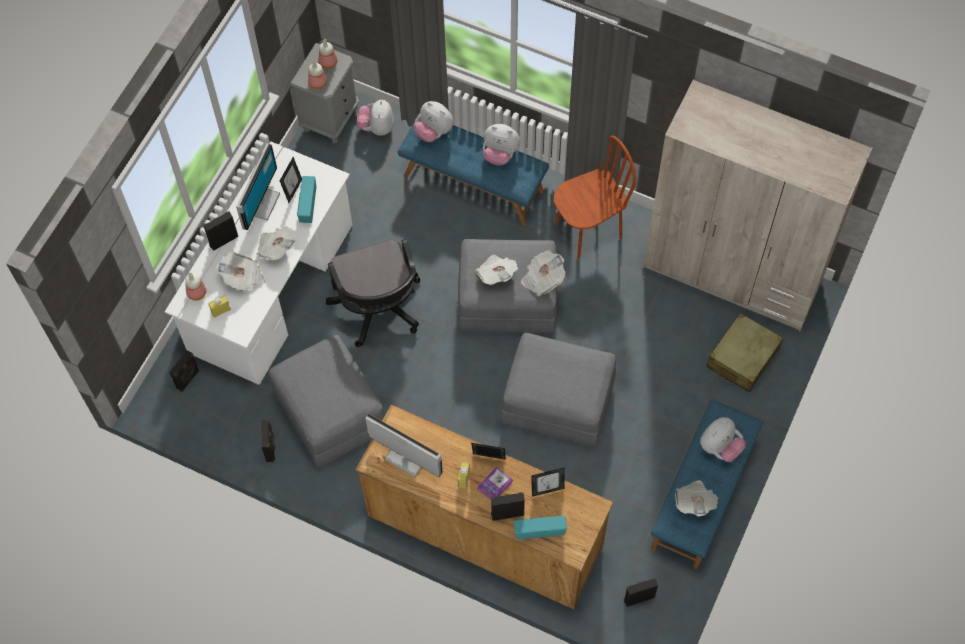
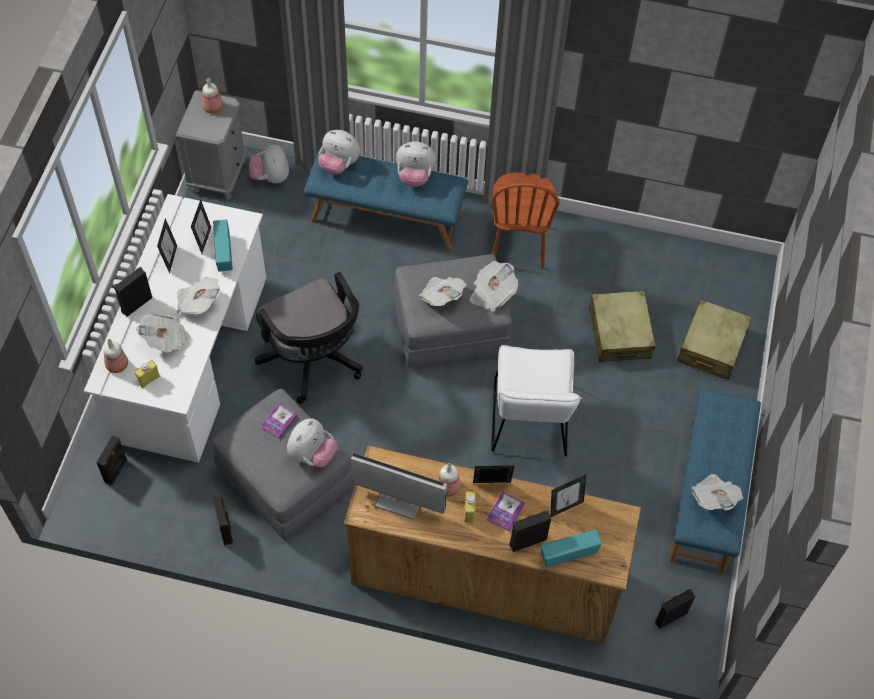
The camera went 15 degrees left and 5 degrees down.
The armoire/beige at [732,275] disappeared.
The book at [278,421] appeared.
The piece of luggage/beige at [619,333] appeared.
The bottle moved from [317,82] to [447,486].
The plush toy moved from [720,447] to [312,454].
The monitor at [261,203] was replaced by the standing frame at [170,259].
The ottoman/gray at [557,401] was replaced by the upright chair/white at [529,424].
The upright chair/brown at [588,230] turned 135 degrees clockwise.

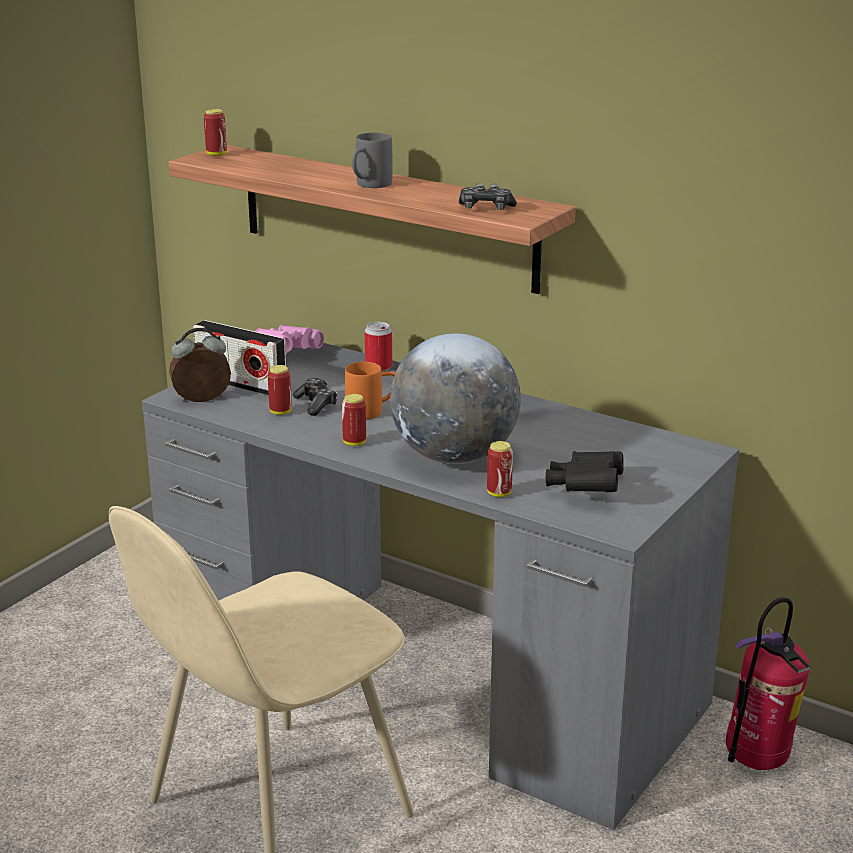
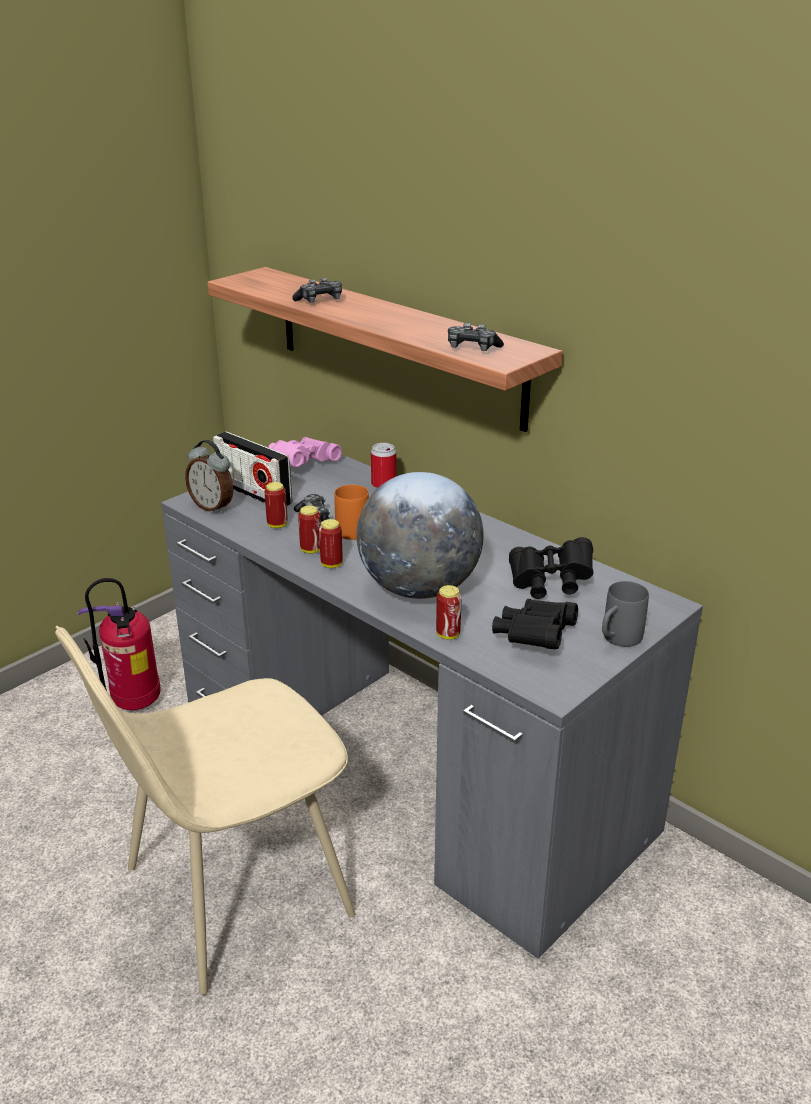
The camera went 10 degrees right and 5 degrees up.
The game controller at [320,301] appeared.
The field glasses/blackish at [550,583] appeared.
The sealed can moved from [216,154] to [311,550].
The coffee mug/gray moved from [369,185] to [617,640].
The fire-fighting cylinder moved from [757,762] to [134,704].
The alarm clock at [202,400] turned 135 degrees counterclockwise.

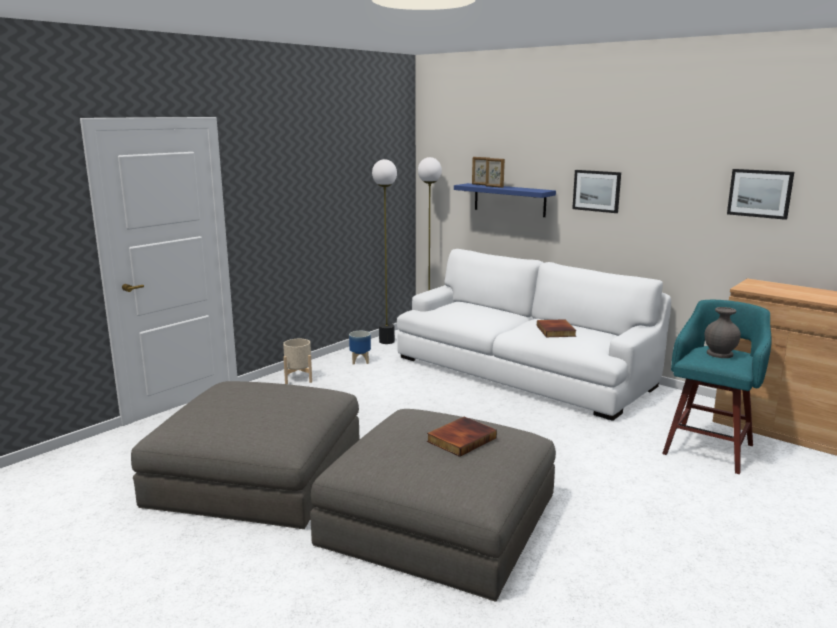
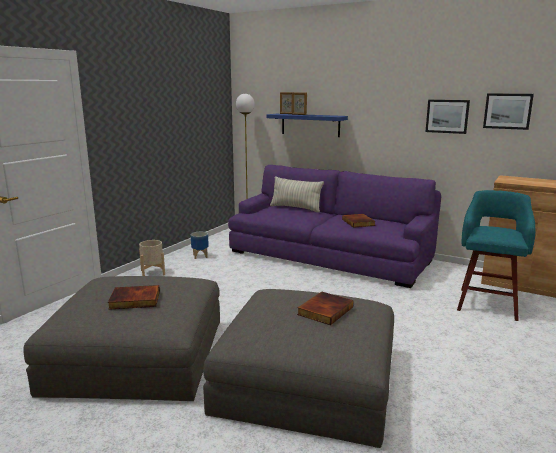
The camera went 10 degrees left and 0 degrees up.
The standard lamp at [386,341] disappeared.
The vase/gray at [720,354] disappeared.
The book at [134,300] appeared.
The throw pillow at [295,208] appeared.
The wall picture moved from [596,191] to [447,116].
The sofa/white at [522,372] became the sofa/purple at [329,256].

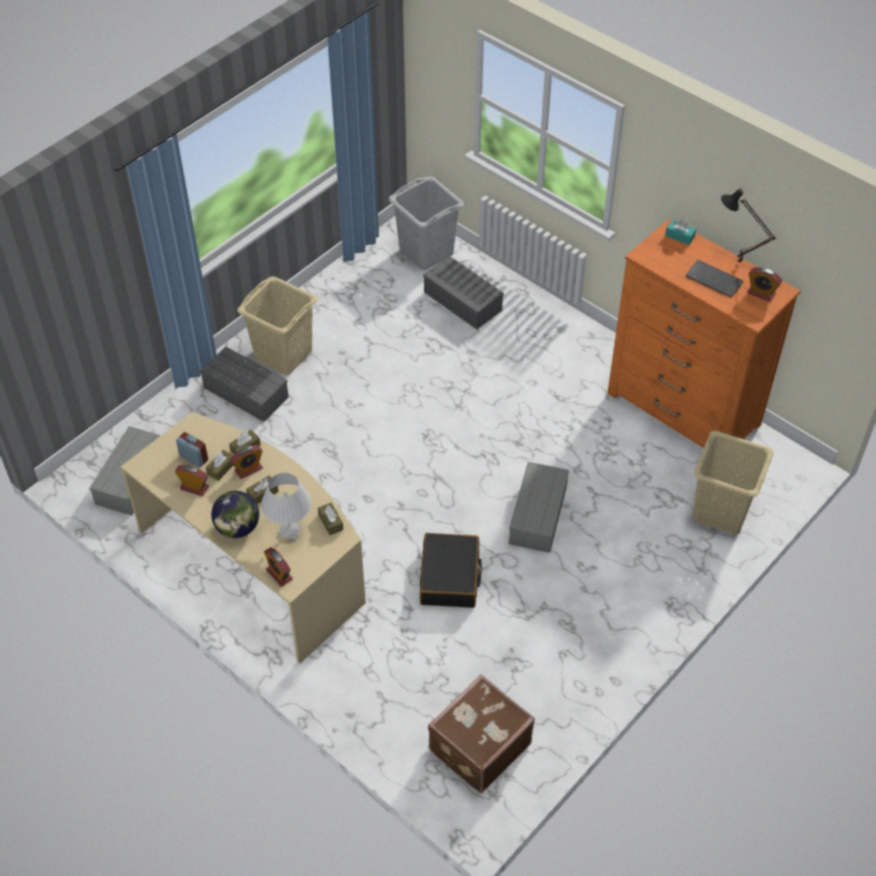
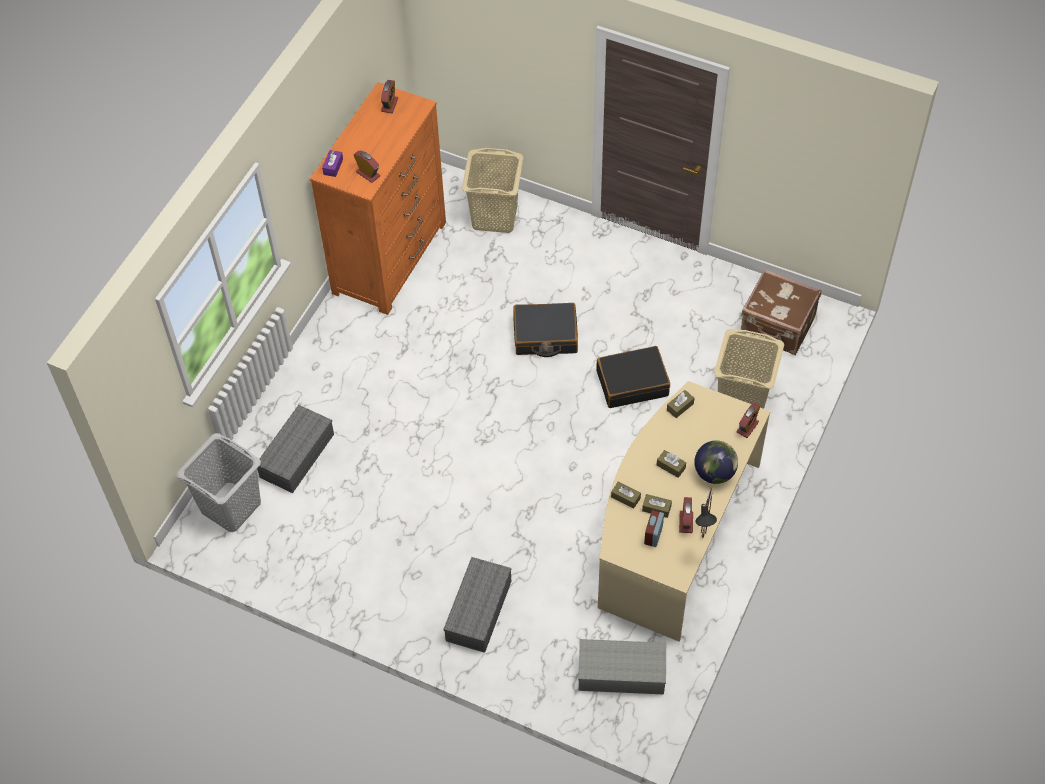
The camera went 105 degrees left and 5 degrees up.
The table lamp/white at [290,531] disappeared.
The keyboard at [715,279] disappeared.
The alarm clock moved from [248,469] to [368,174].
The laundry basket/beige moved from [283,354] to [741,400].
The table lamp/blackish moved from [738,264] to [704,537].
The storage box/gray at [538,516] was replaced by the piece of luggage/blackish at [545,336].
The tissue holder/turquoise-coloured at [679,236] became the tissue holder/purple at [333,167].

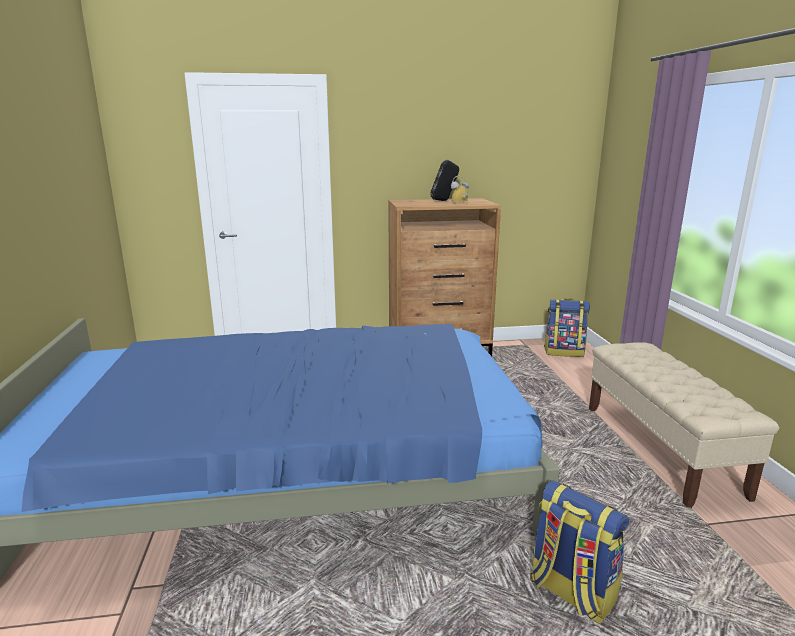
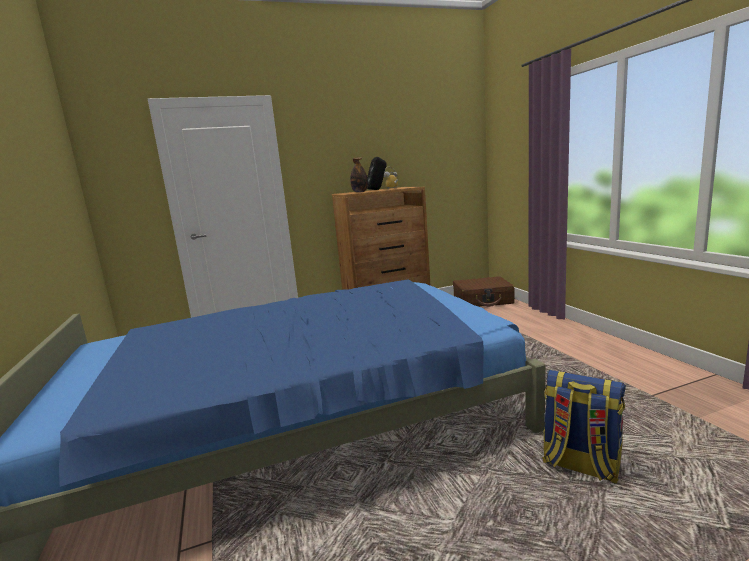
The camera went 10 degrees left and 5 degrees down.
The bench/beige at [660,449] disappeared.
The bottle at [360,192] appeared.
The backpack at [564,352] was replaced by the piece of luggage/brown at [483,300].

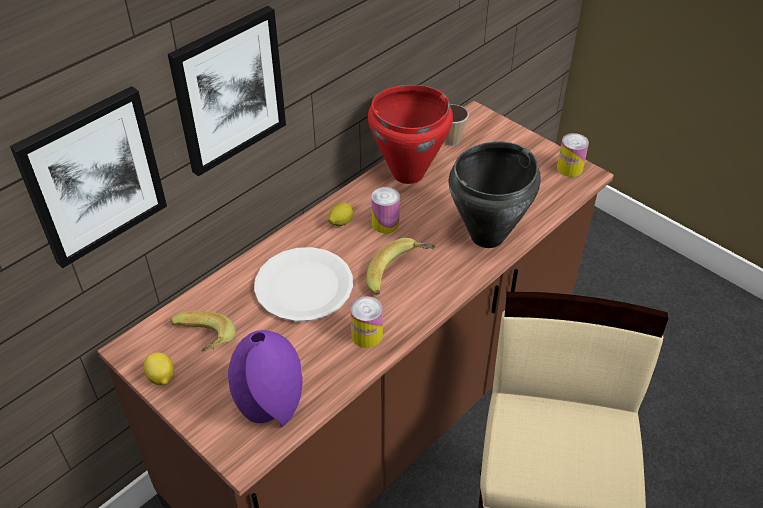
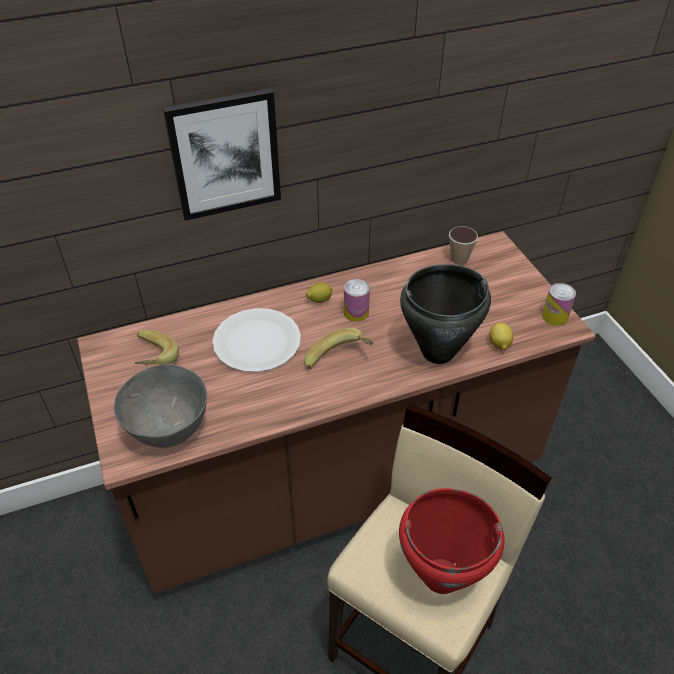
The camera went 25 degrees right and 0 degrees up.
The wall picture at [93,176] disappeared.
The sealed can at [367,335] disappeared.
The citrus fruit moved from [161,378] to [499,345].
The saucepot/red moved from [407,173] to [440,575].
The vase/purple at [271,408] was replaced by the deep dish/gray at [170,430].

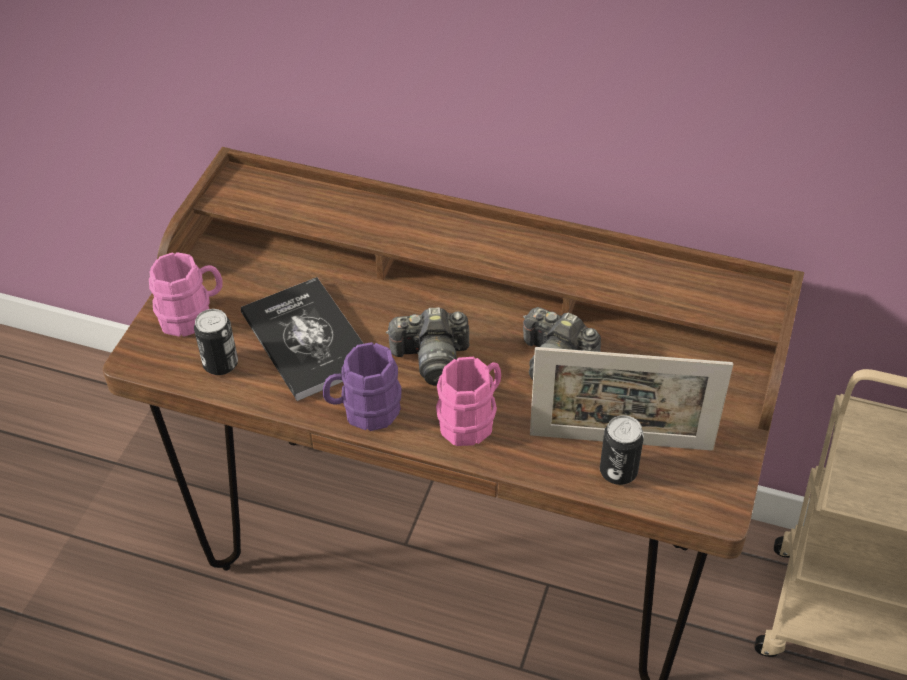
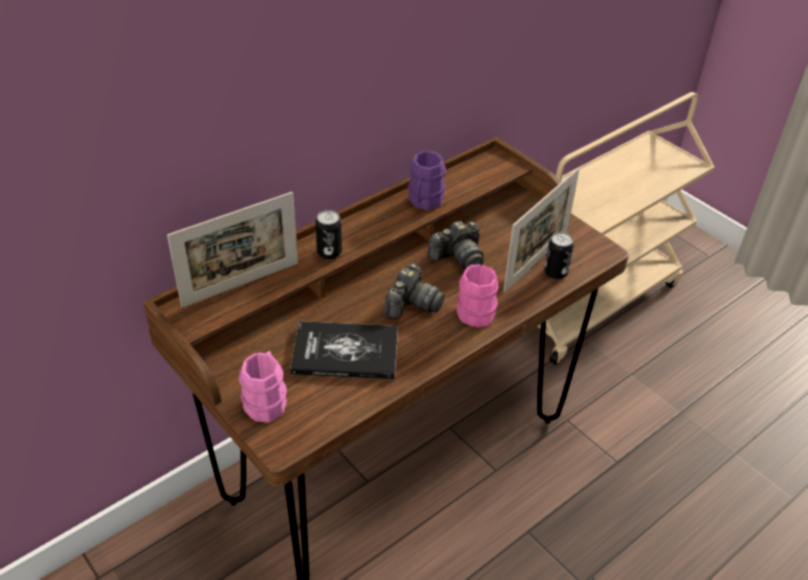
The camera went 60 degrees left and 5 degrees down.
The standing frame at [241,284] appeared.
The sealed can moved from [220,364] to [329,252].
The coffee mug/purple moved from [364,410] to [424,202].

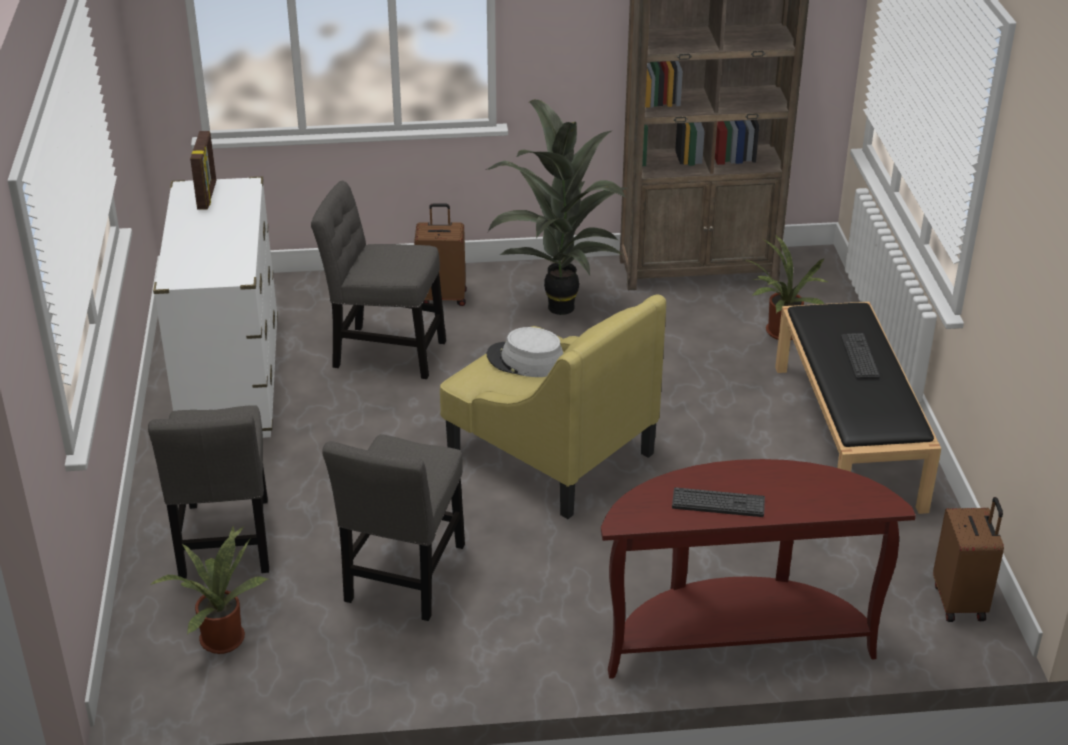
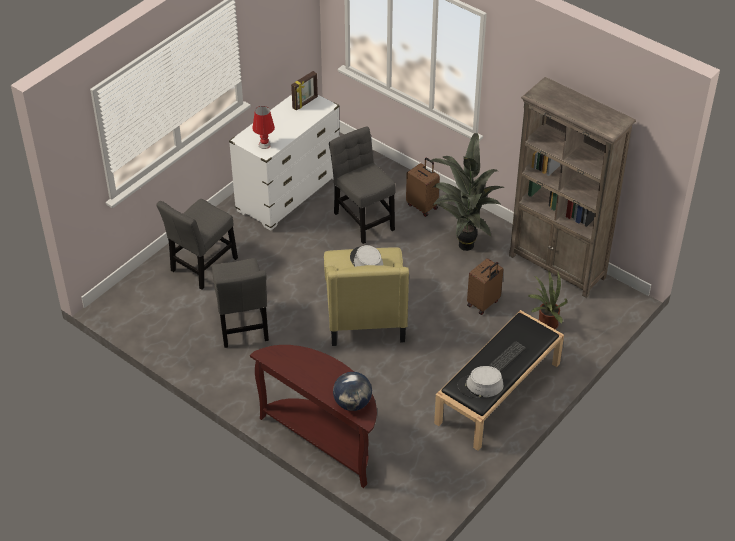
The camera went 45 degrees right and 10 degrees up.
The houseplant at [220,637] disappeared.
The keyboard at [718,503] disappeared.
The table lamp/red at [264,144] appeared.
The globe at [352,403] appeared.
The hat/gray at [480,386] appeared.
The piece of luggage/brown moved from [960,602] to [483,303].
The upright chair/gray at [404,578] turned 75 degrees counterclockwise.

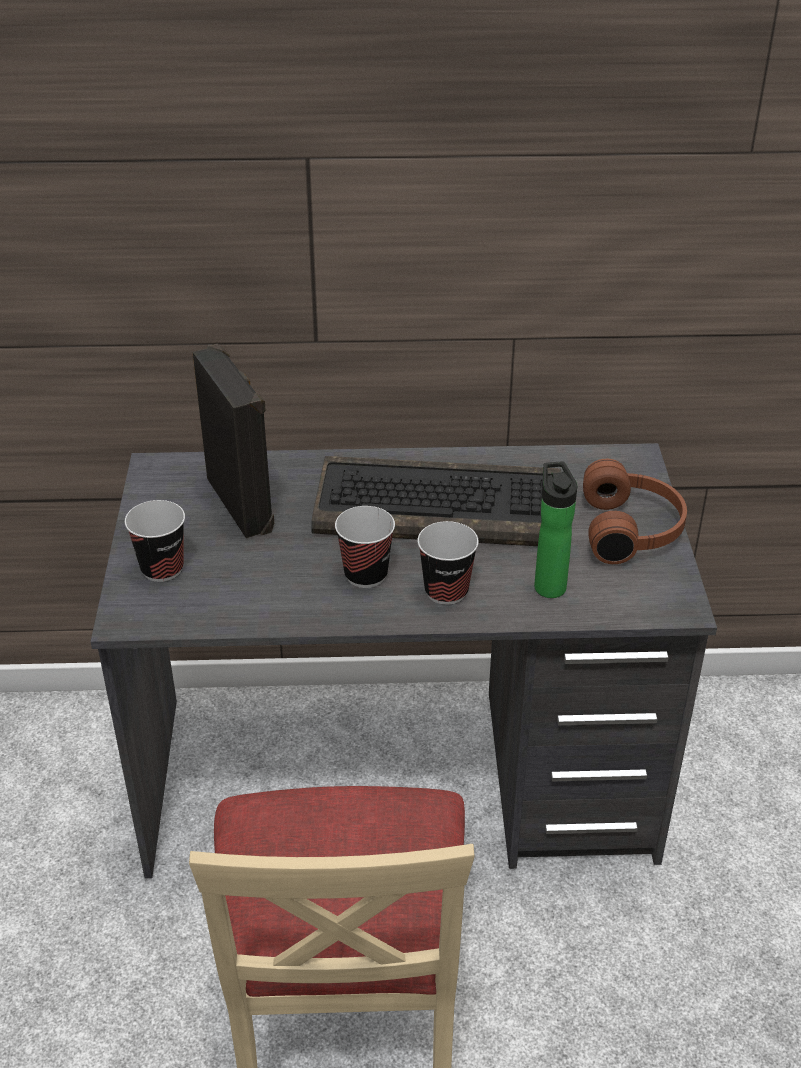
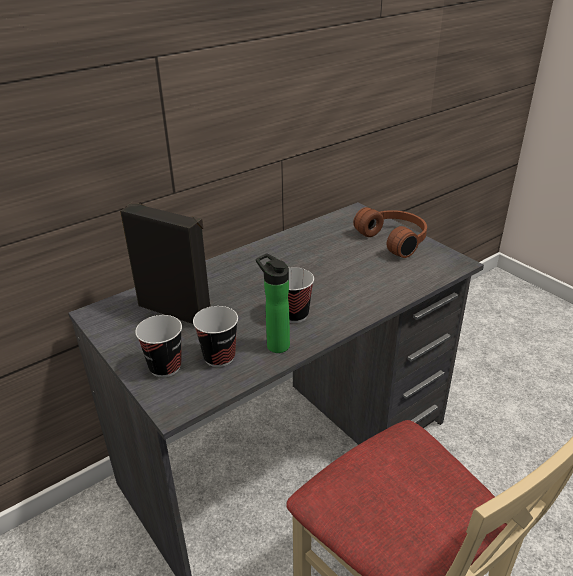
The camera went 35 degrees left and 5 degrees down.
The keyboard at [441,506] disappeared.
The cup moved from [446,591] to [219,357].
The bottle moved from [549,584] to [275,344].

